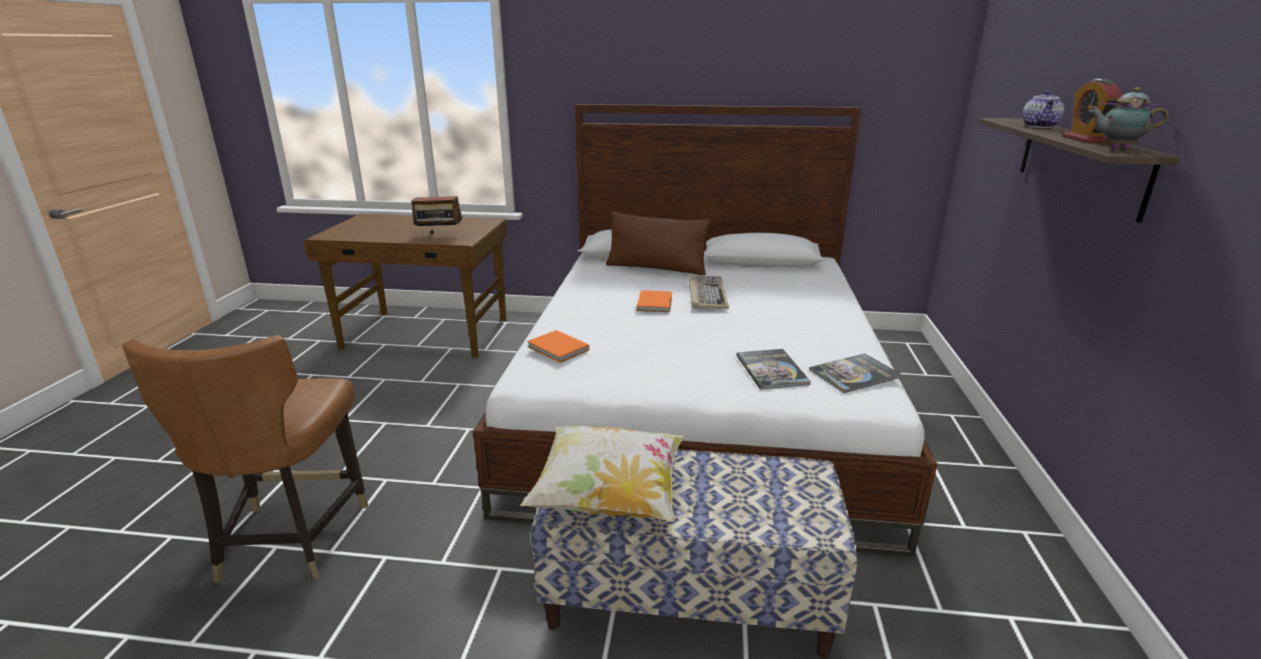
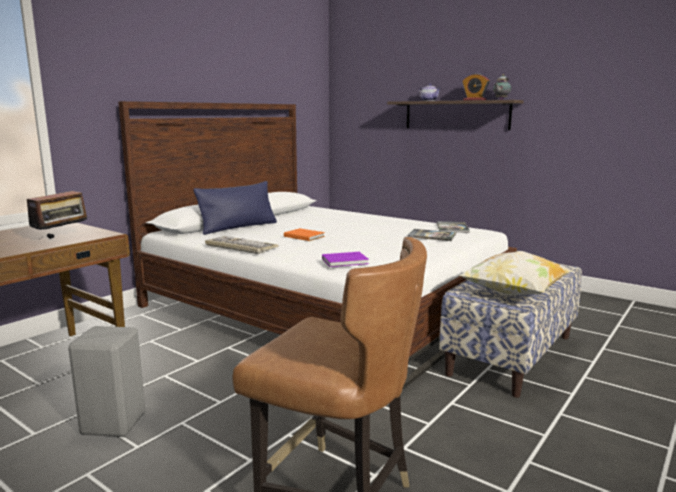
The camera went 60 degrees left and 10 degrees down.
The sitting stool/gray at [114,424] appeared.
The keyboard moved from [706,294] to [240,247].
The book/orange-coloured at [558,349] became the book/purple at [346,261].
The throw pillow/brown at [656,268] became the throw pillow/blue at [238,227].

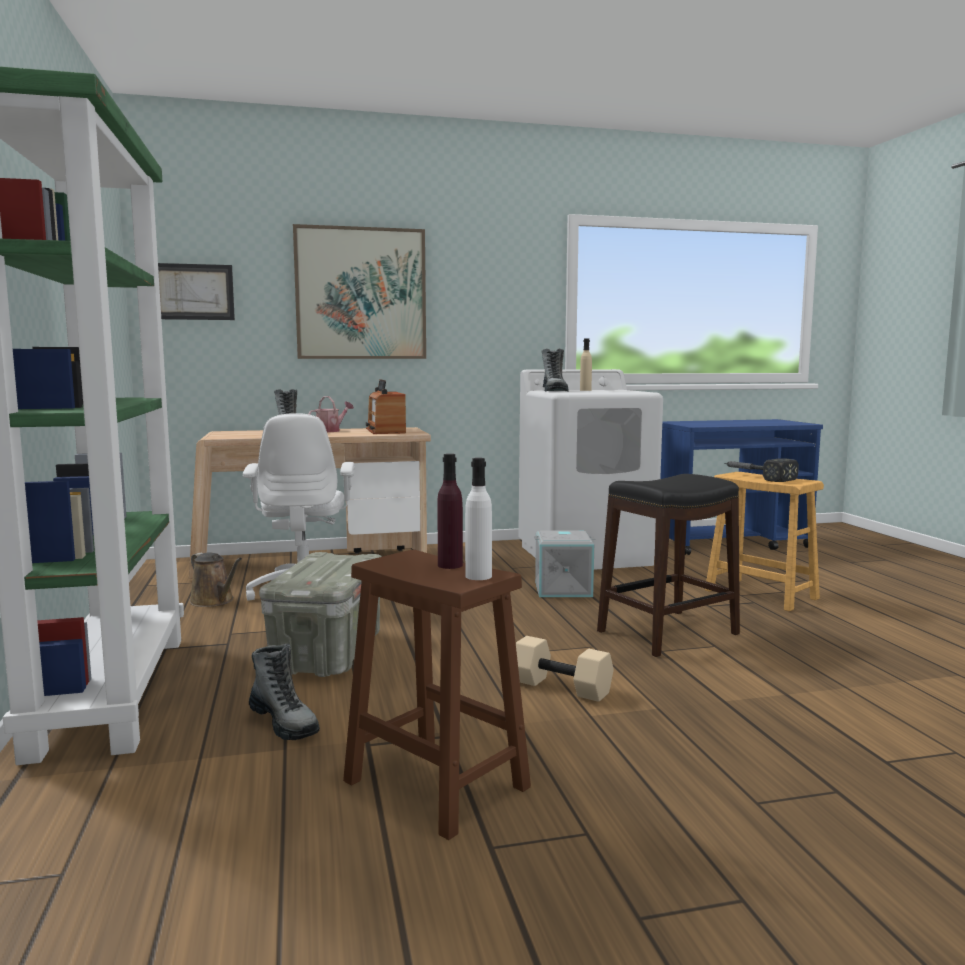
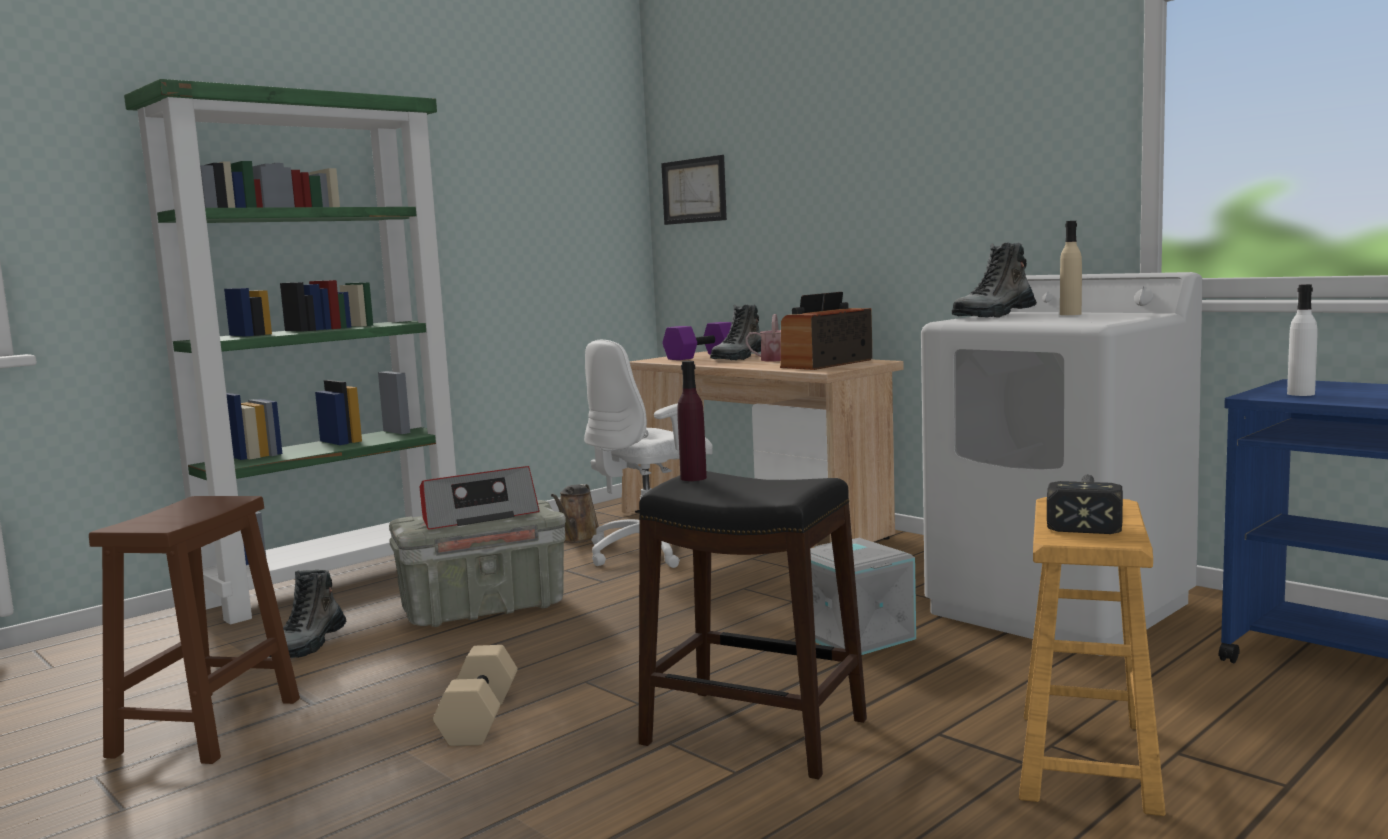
The camera went 60 degrees right and 0 degrees up.
The wall picture at [361,294] disappeared.
The radio at [478,516] appeared.
The free weight/purple at [701,356] appeared.
The bottle/purple moved from [450,565] to [693,478].
The bottle/white moved from [478,576] to [1300,394].

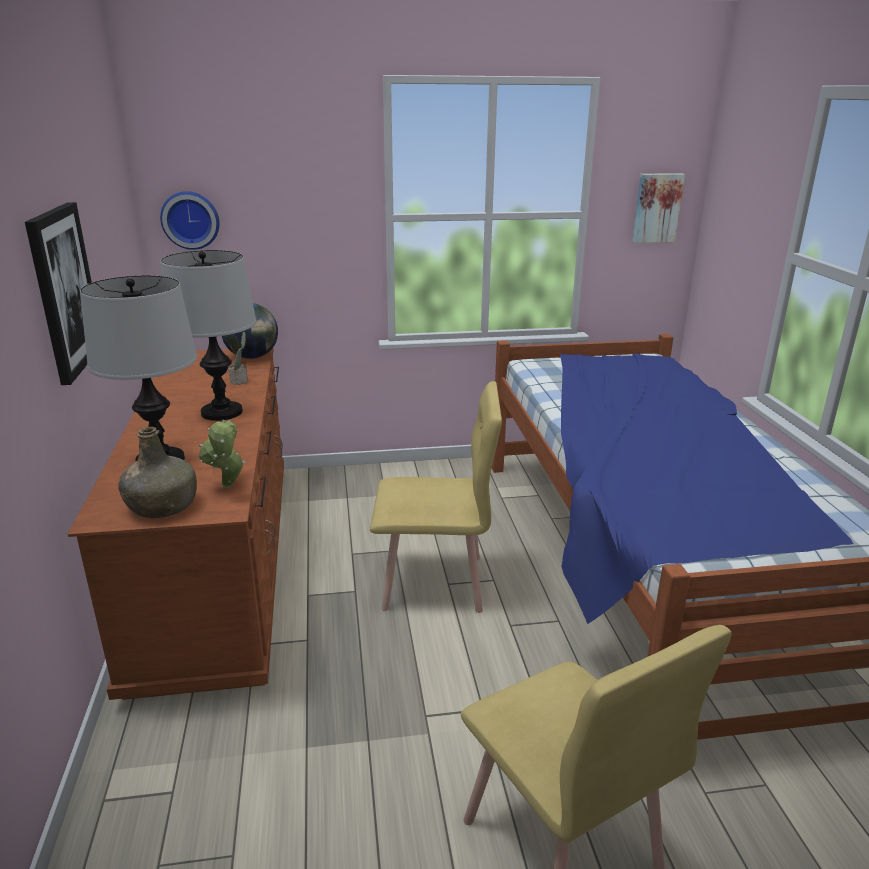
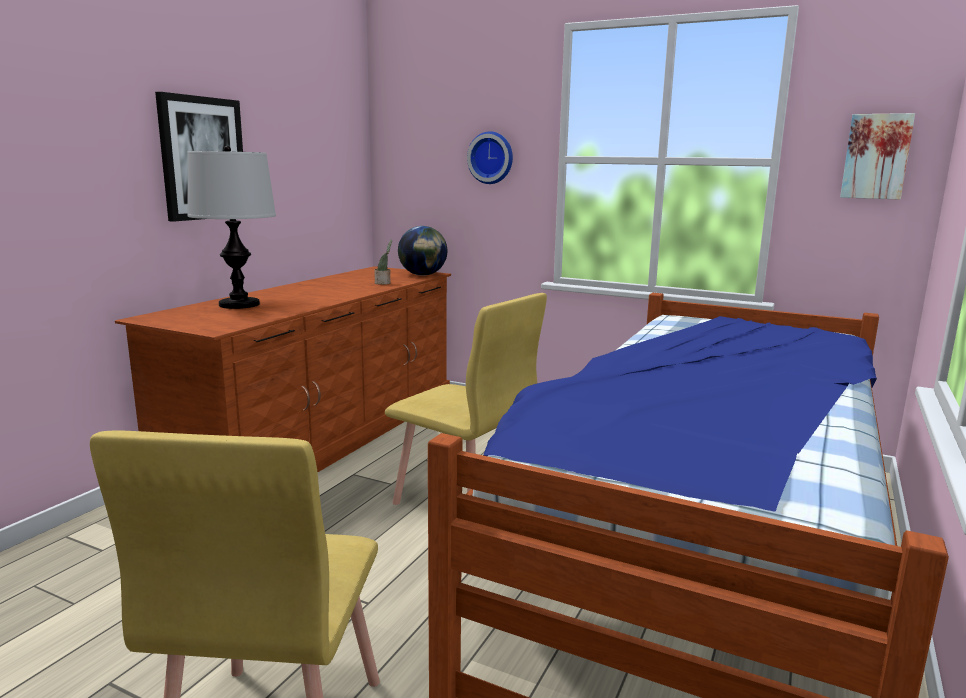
The camera went 35 degrees right and 10 degrees down.
The bottle/greenish at [162,506] disappeared.
The table lamp at [222,412] disappeared.
The houseplant at [228,487] disappeared.
The wall clock moved from [190,220] to [491,158].

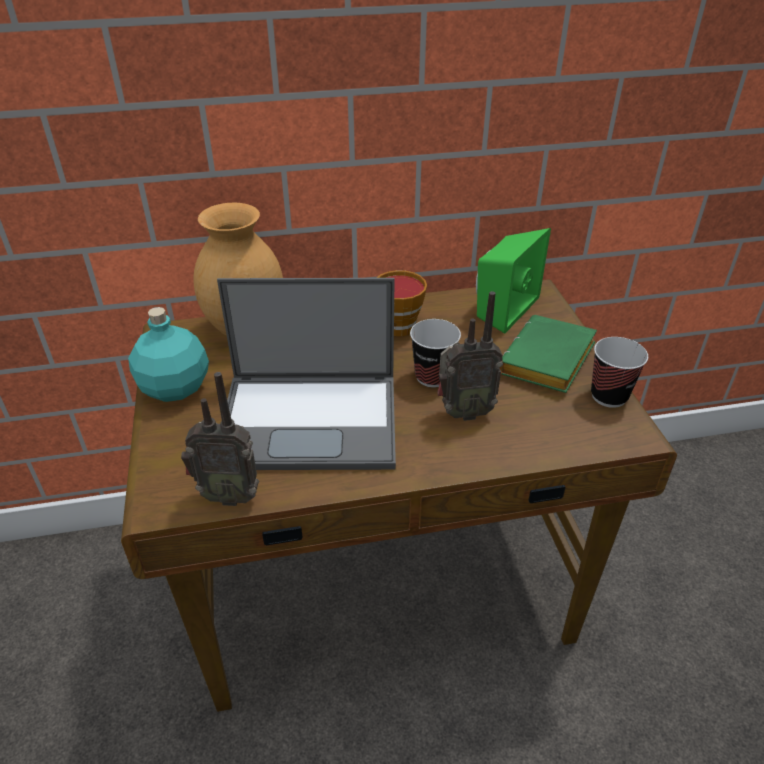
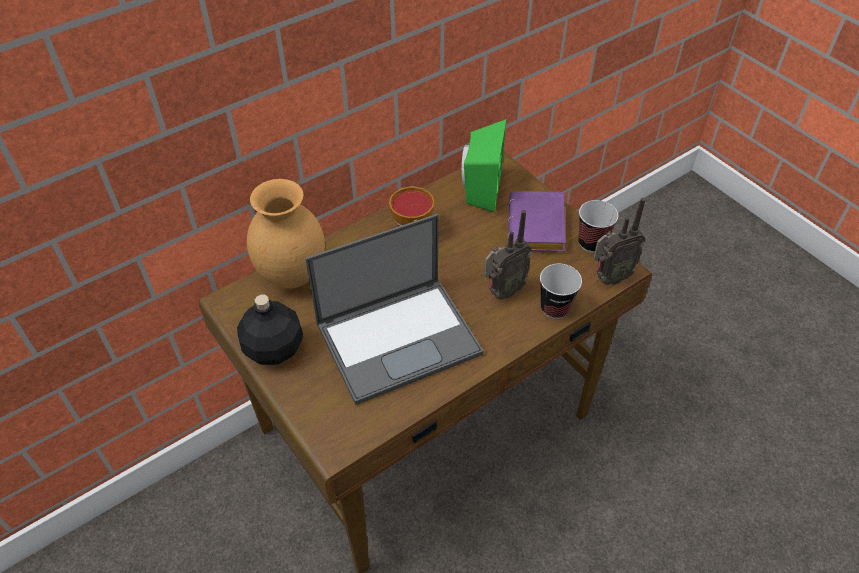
The camera went 25 degrees left and 10 degrees up.
The radio moved from [228,494] to [609,278].
The cup moved from [432,377] to [555,308].
The bottle/turquoise-coloured at [174,388] became the bottle/blackish at [273,350].
The book/greenish at [548,363] became the book/purple at [538,228].

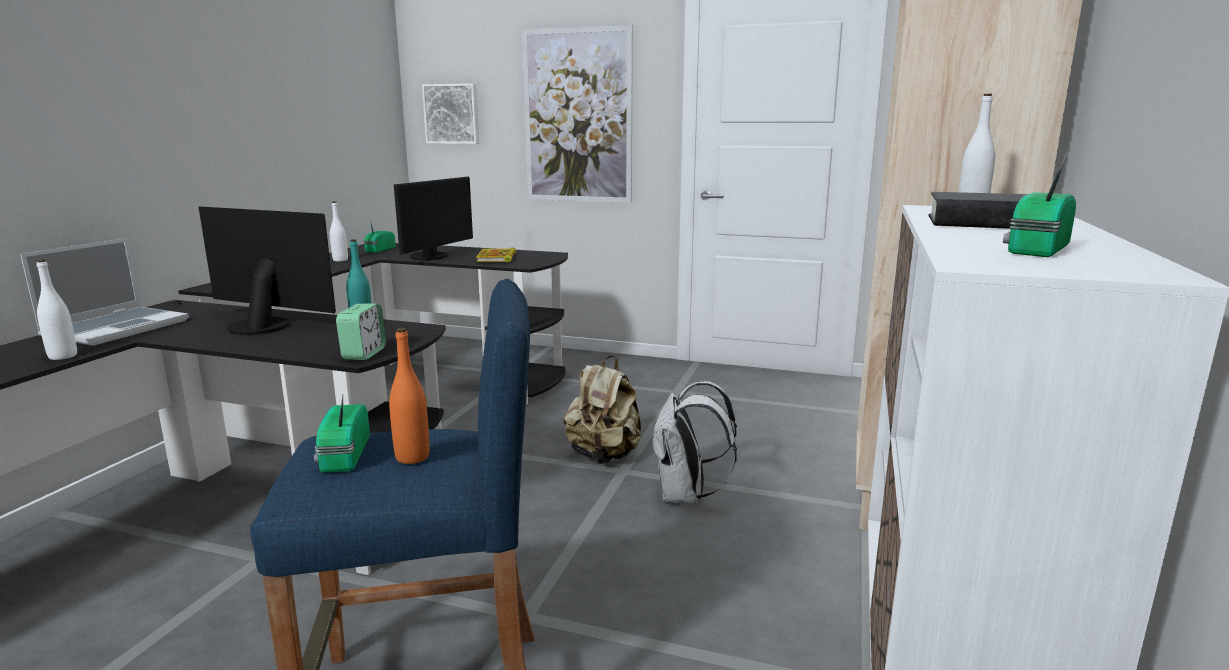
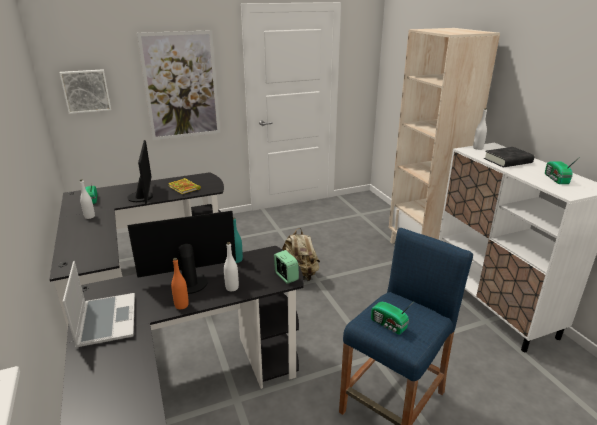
The camera went 40 degrees left and 10 degrees up.
The backpack/white at [686,496] disappeared.
The bottle/white moved from [63,356] to [232,288].
The bottle/orange-coloured moved from [412,457] to [181,305].

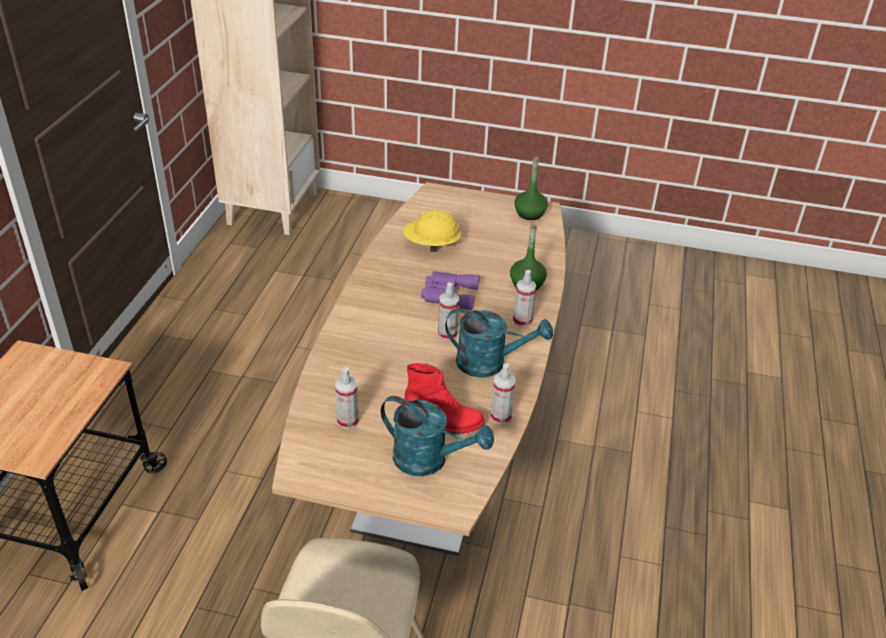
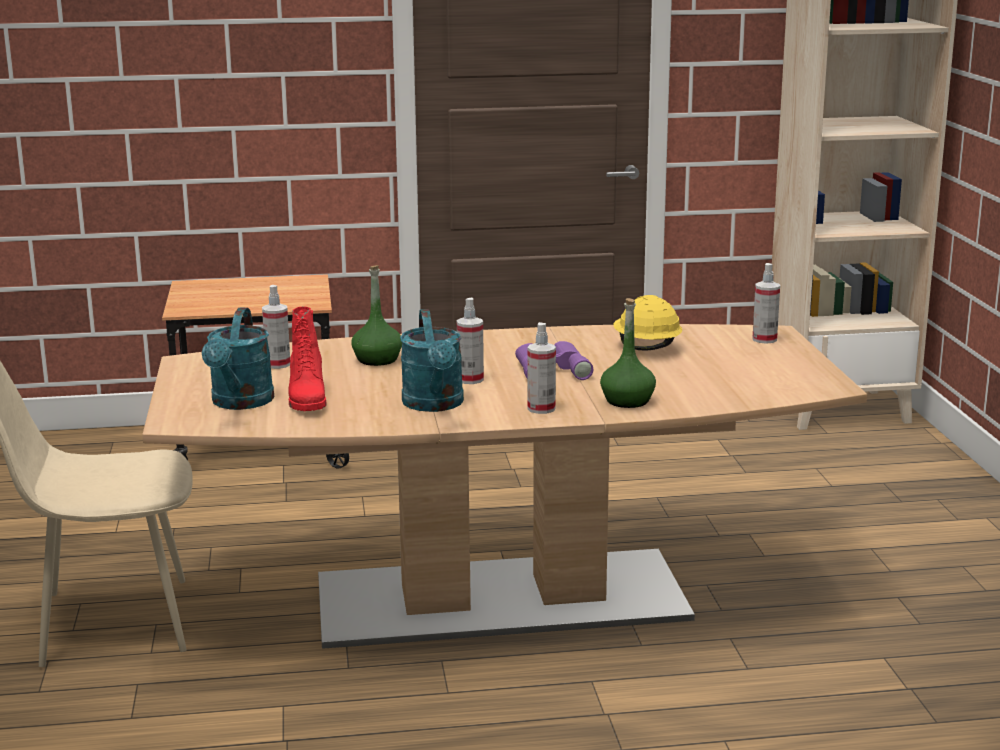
The camera went 70 degrees right and 20 degrees down.
The spray bottle moved from [500,416] to [764,339].
The bottle/greenish moved from [529,214] to [377,360].

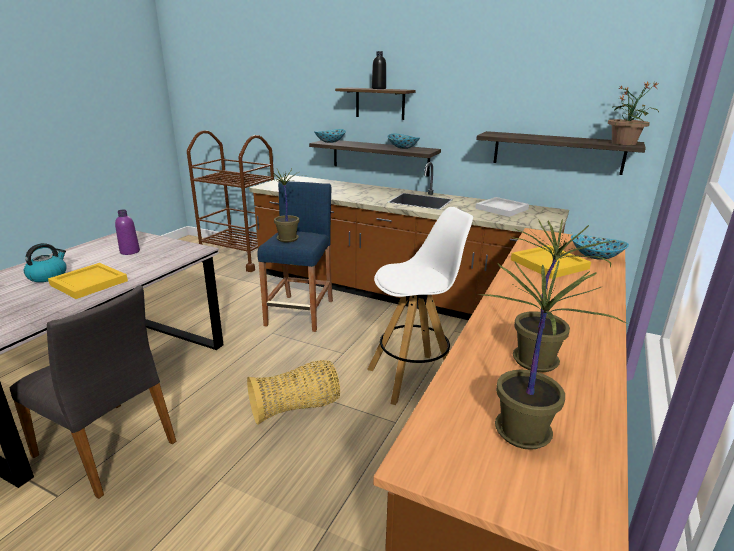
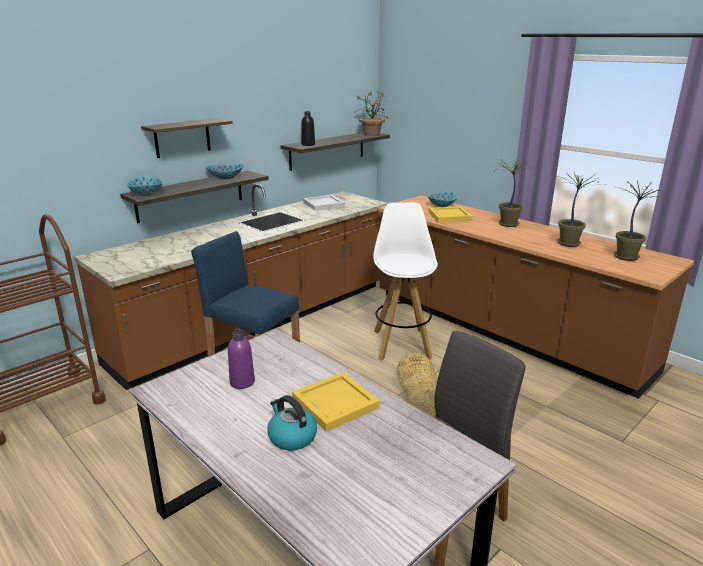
The camera went 70 degrees left and 0 degrees up.
The houseplant moved from [286,239] to [508,224].
The bottle/blackish moved from [378,88] to [308,144].

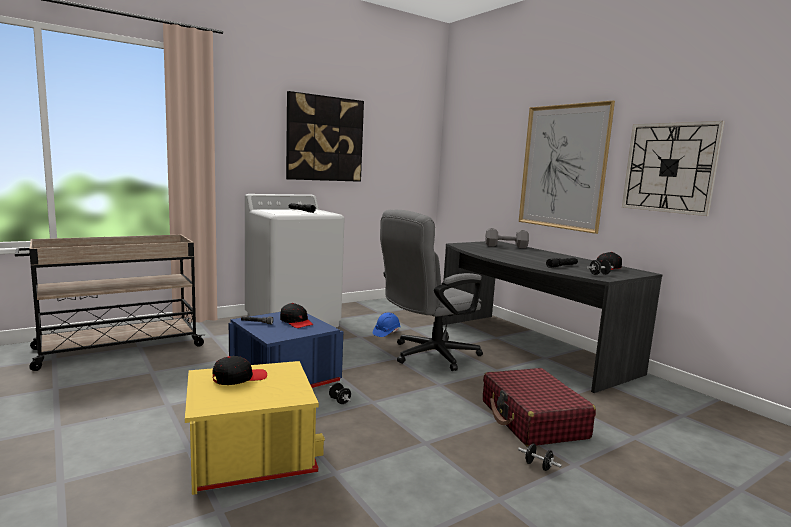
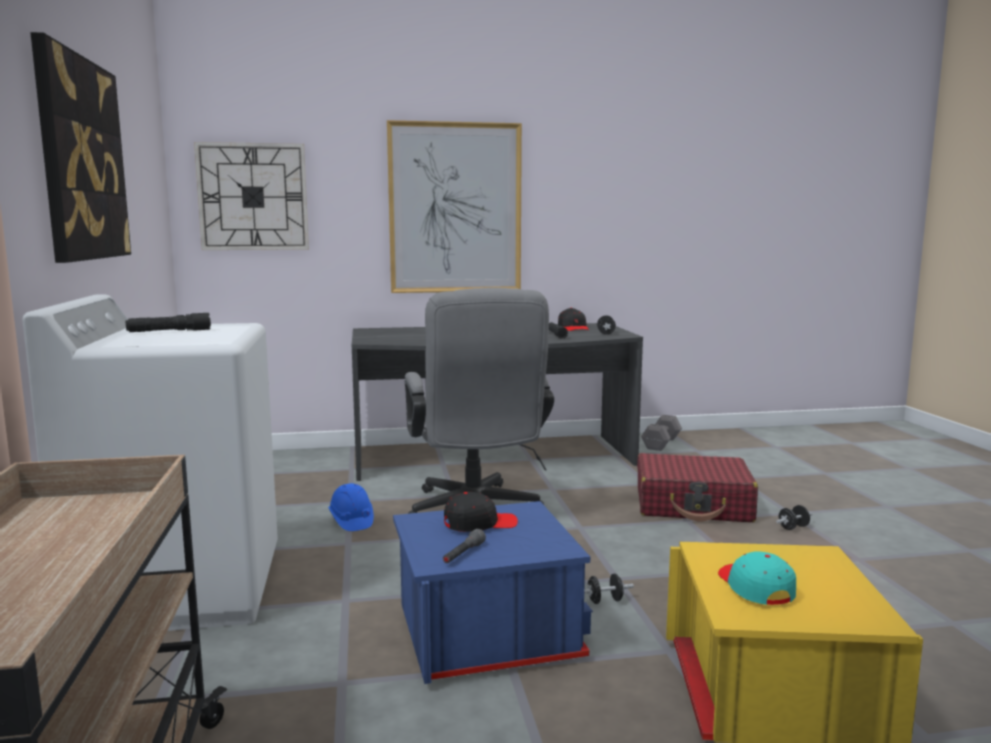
The camera went 65 degrees left and 0 degrees up.
The free weight/gray moved from [505,246] to [660,443].
The wall clock moved from [669,167] to [253,197].
The cap/blackish at [239,378] became the cap/turquoise-coloured at [755,587].

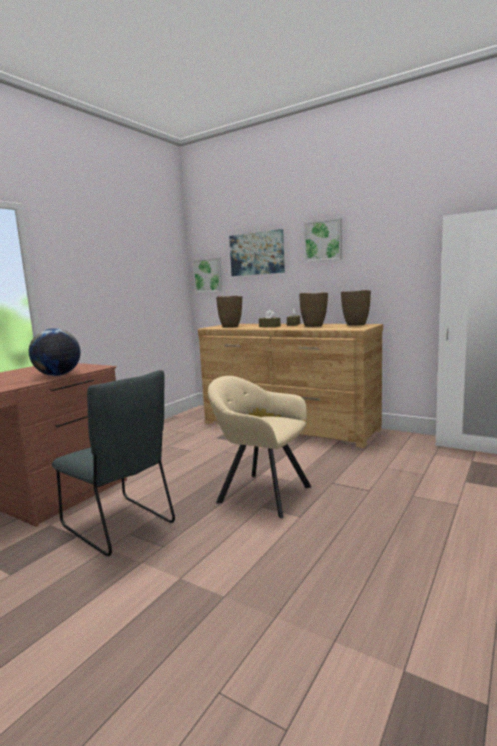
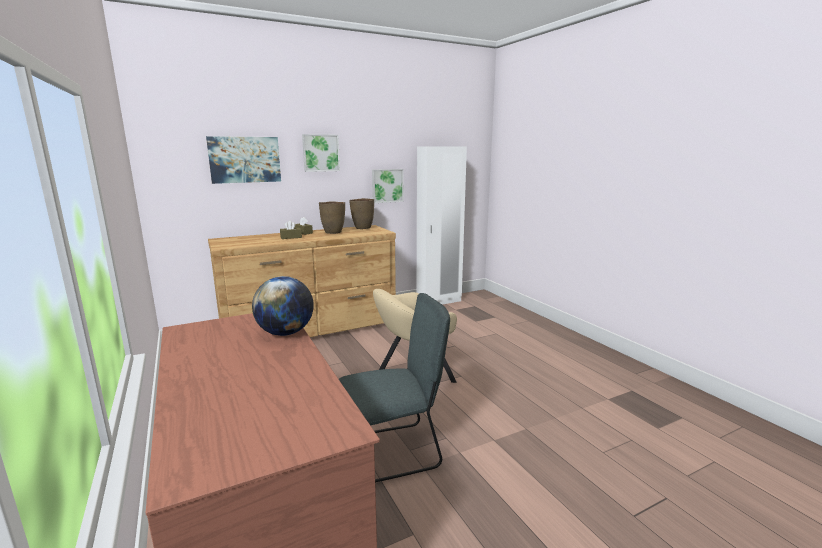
The camera went 60 degrees left and 5 degrees up.
The vase/brown at [231,326] disappeared.
The wall picture moved from [208,275] to [387,185].

